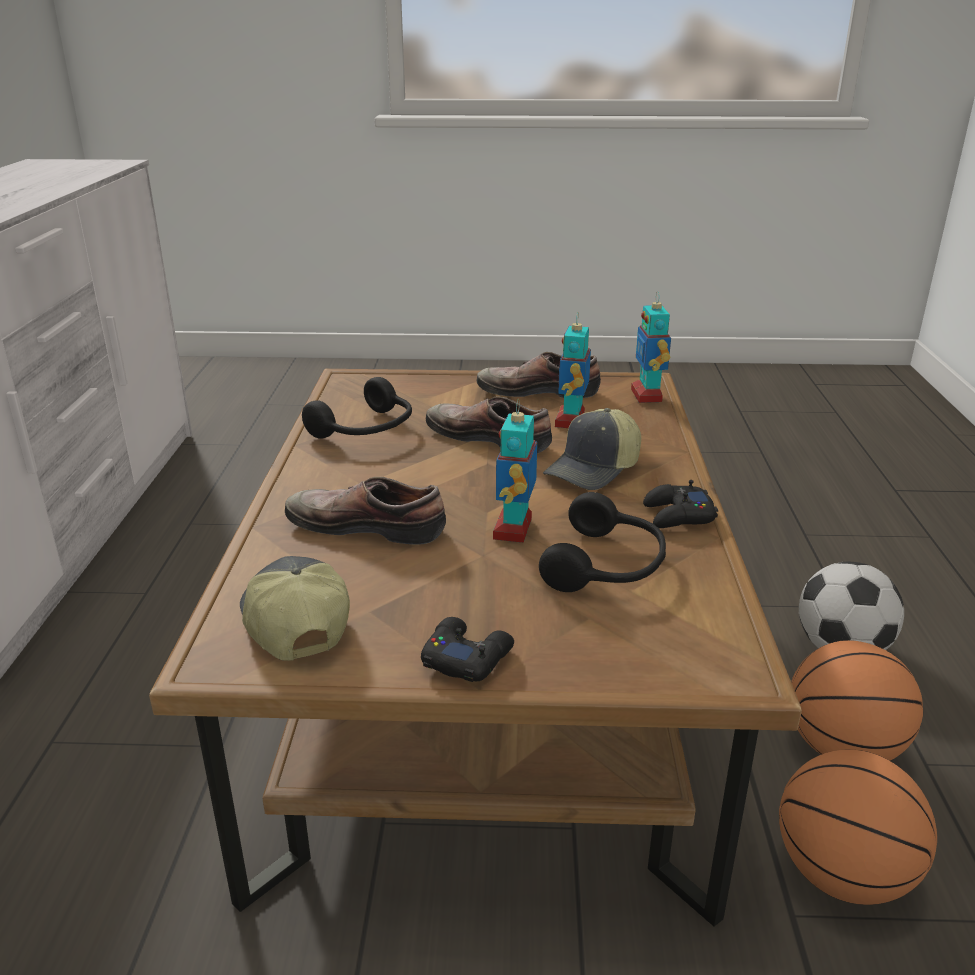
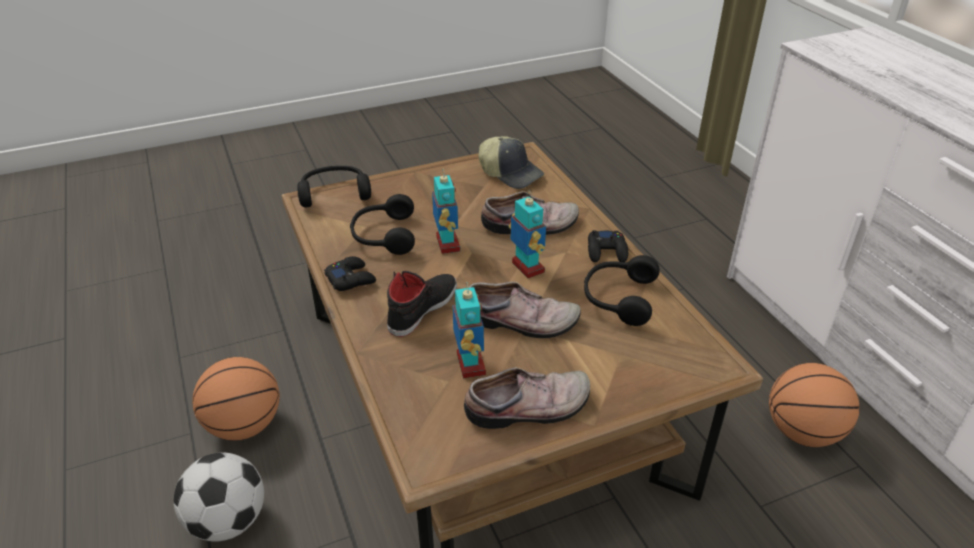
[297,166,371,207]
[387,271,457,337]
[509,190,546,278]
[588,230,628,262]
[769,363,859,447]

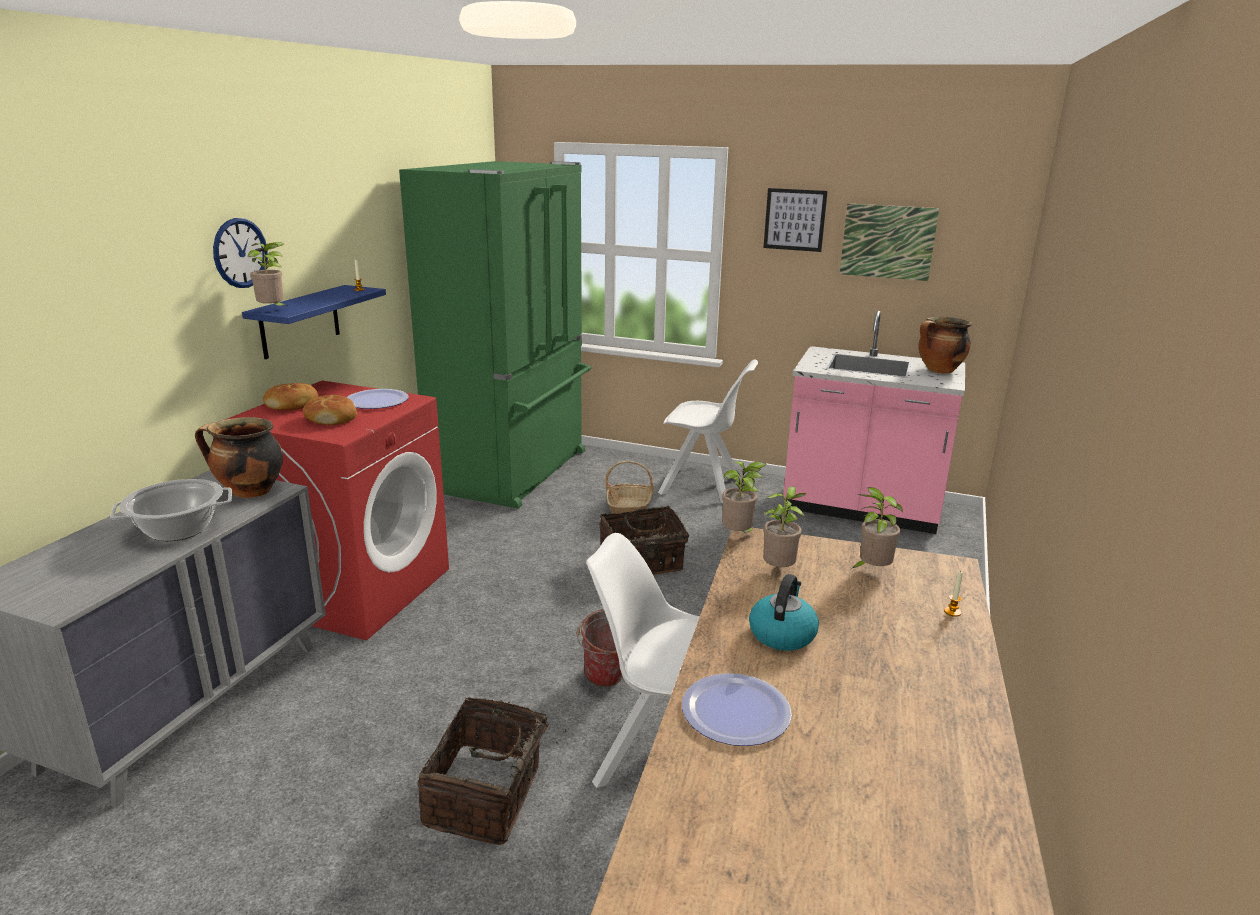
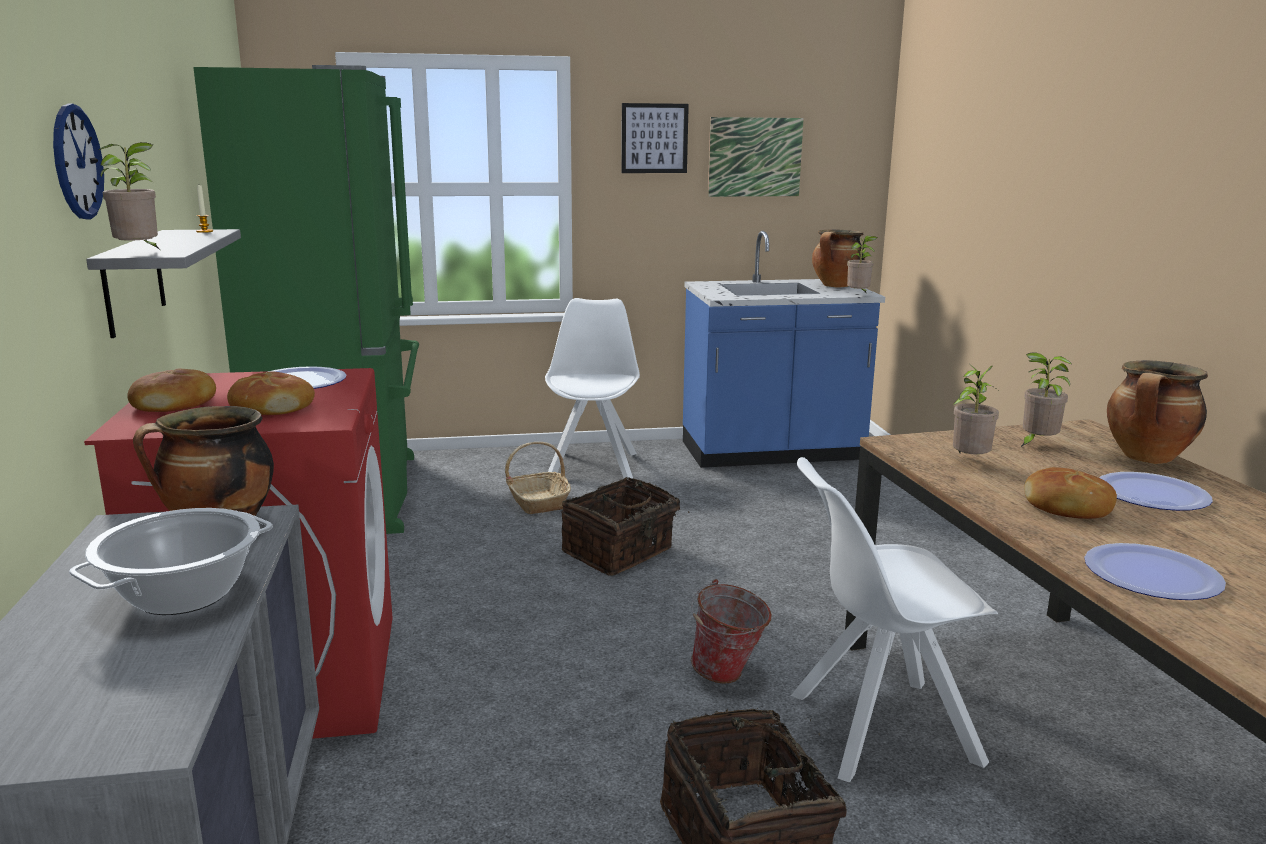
[86,229,241,338]
[545,298,640,479]
[683,231,885,468]
[847,235,878,292]
[1024,467,1117,519]
[1099,472,1213,511]
[1107,360,1208,464]

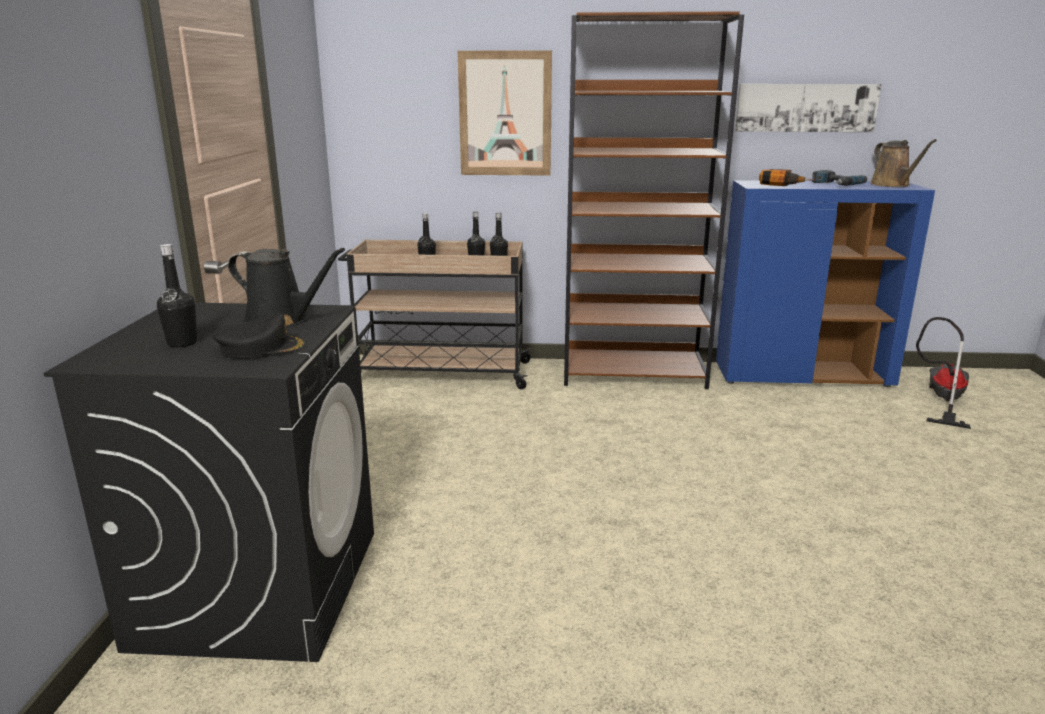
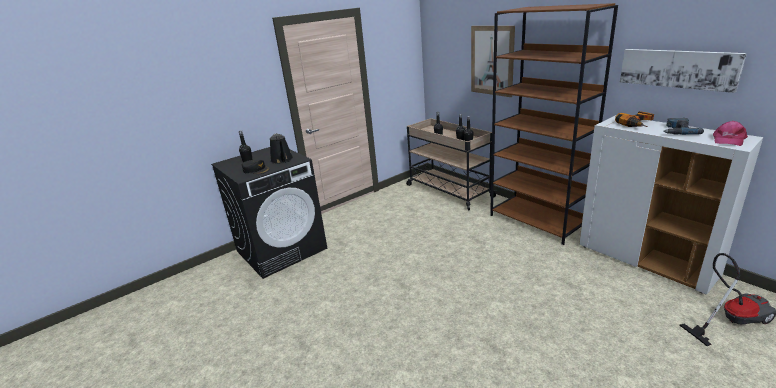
[579,115,763,295]
[713,121,748,146]

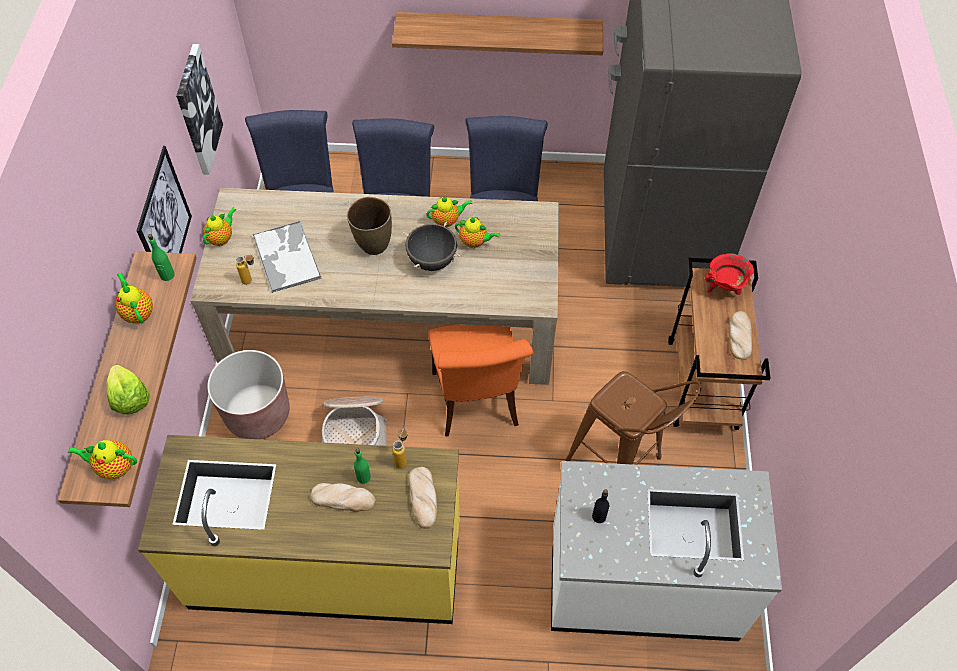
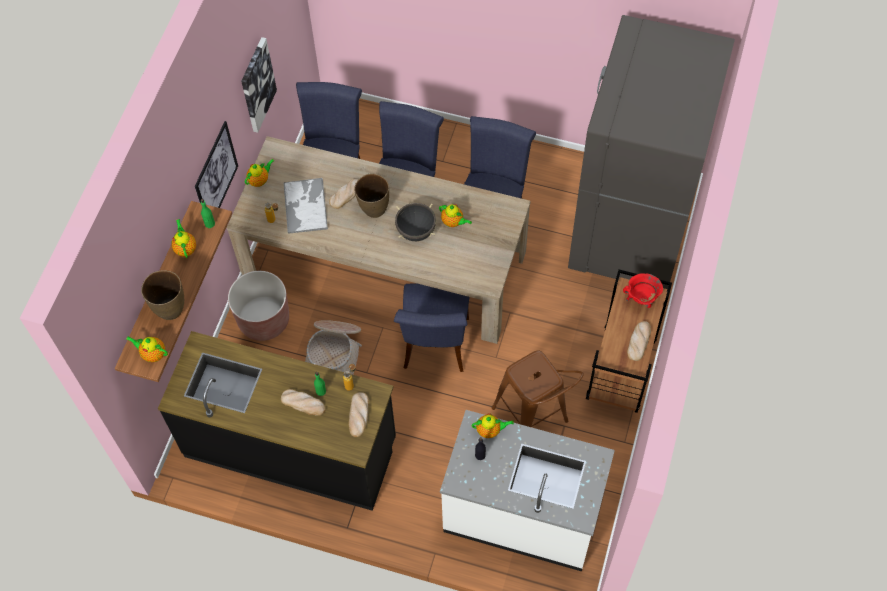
[141,270,184,320]
[158,331,396,511]
[329,179,359,209]
[394,283,470,372]
[472,413,514,438]
[392,12,603,55] (first image)

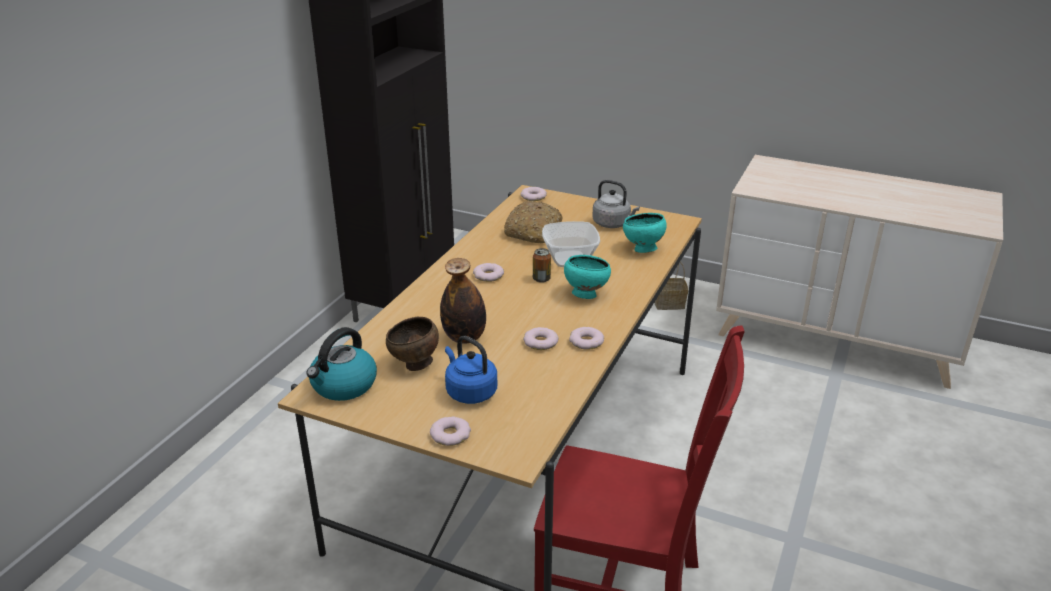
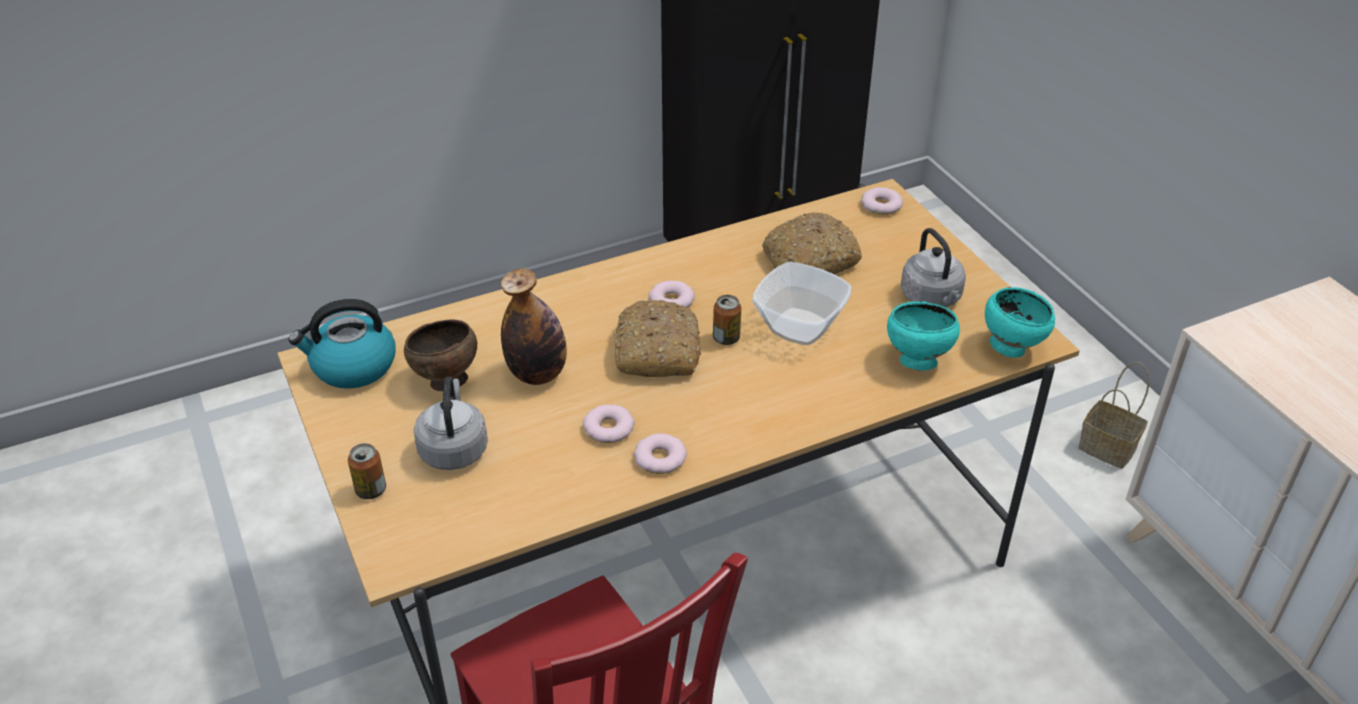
[348,443,386,499]
[414,377,488,470]
[614,300,701,377]
[985,287,1055,358]

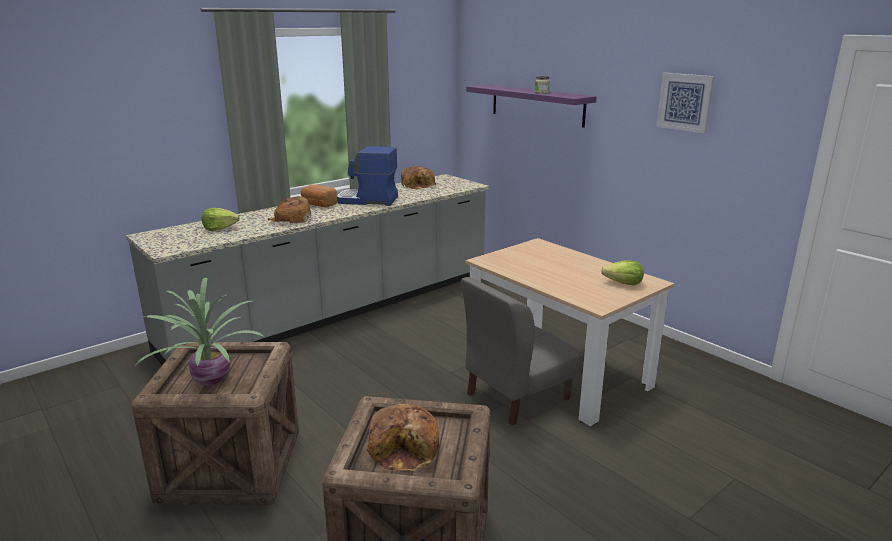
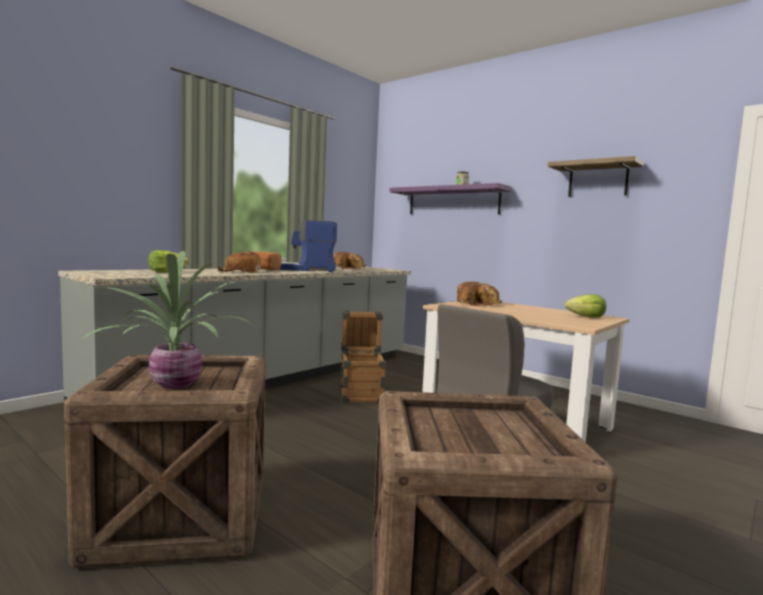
[340,311,386,403]
[457,282,502,306]
[548,156,644,196]

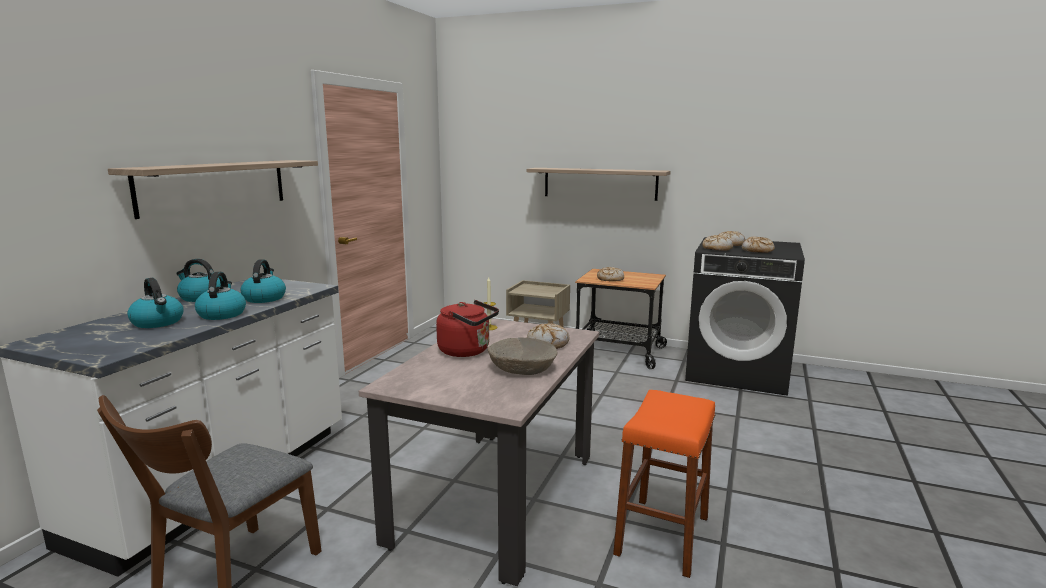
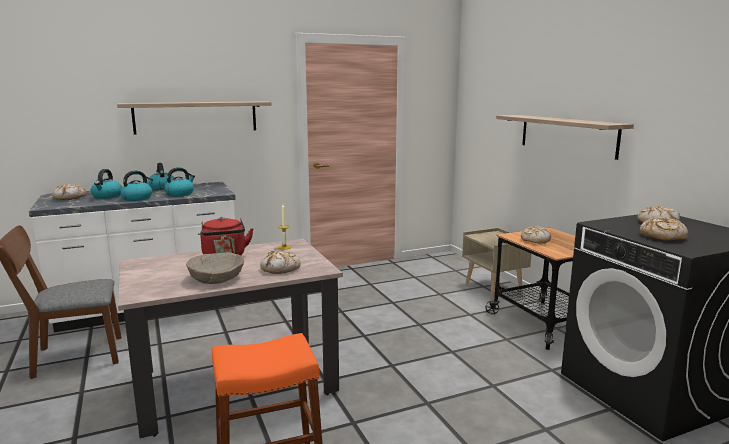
[53,184,87,200]

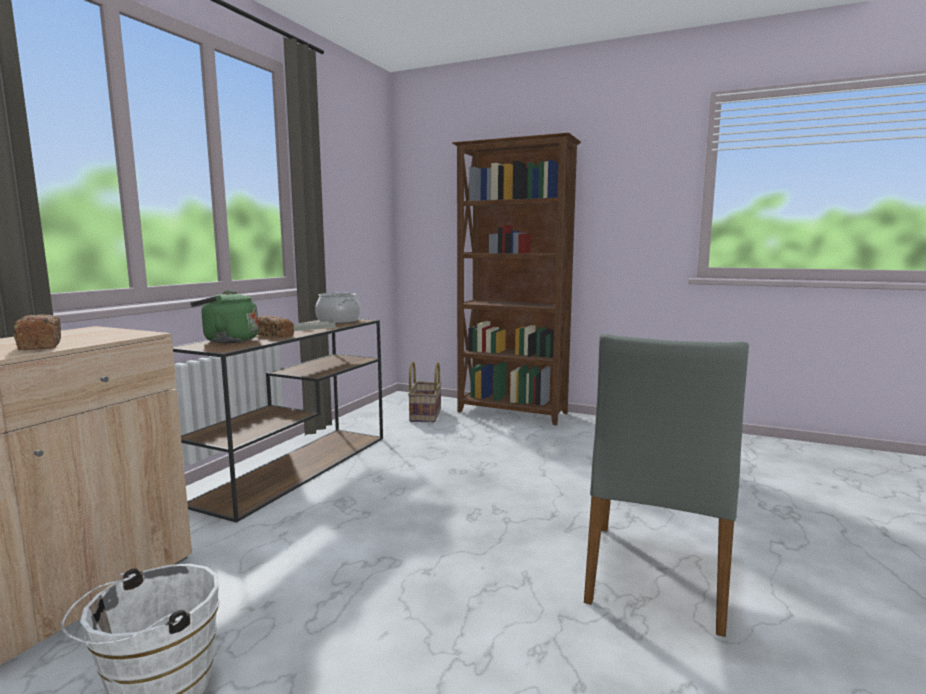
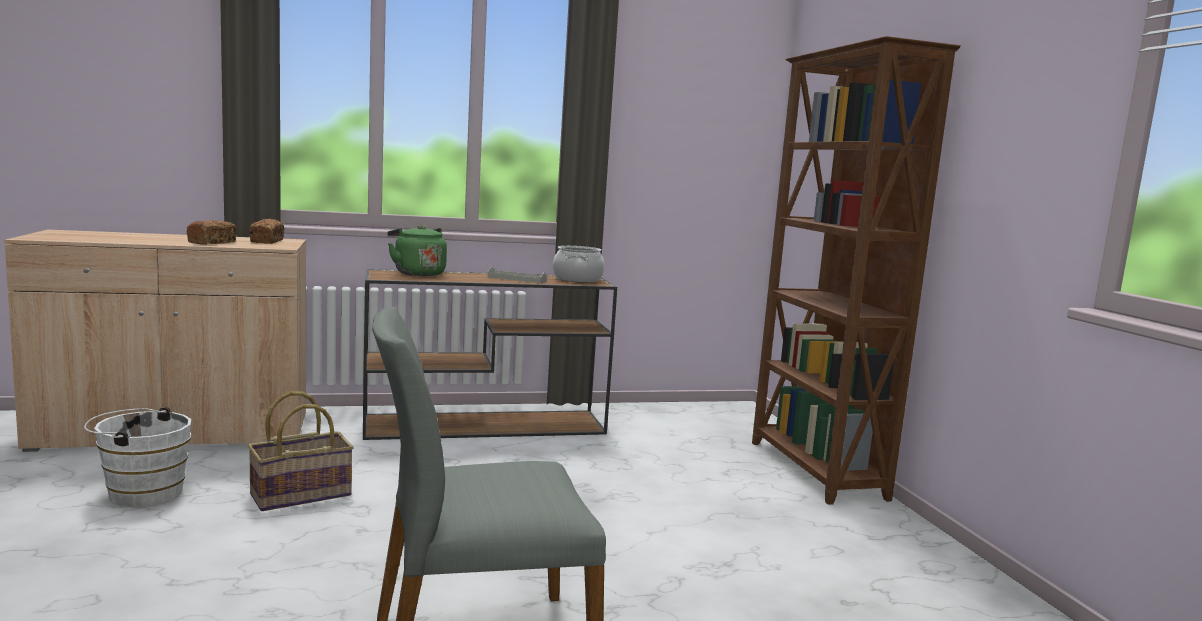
[248,391,354,511]
[249,219,284,244]

